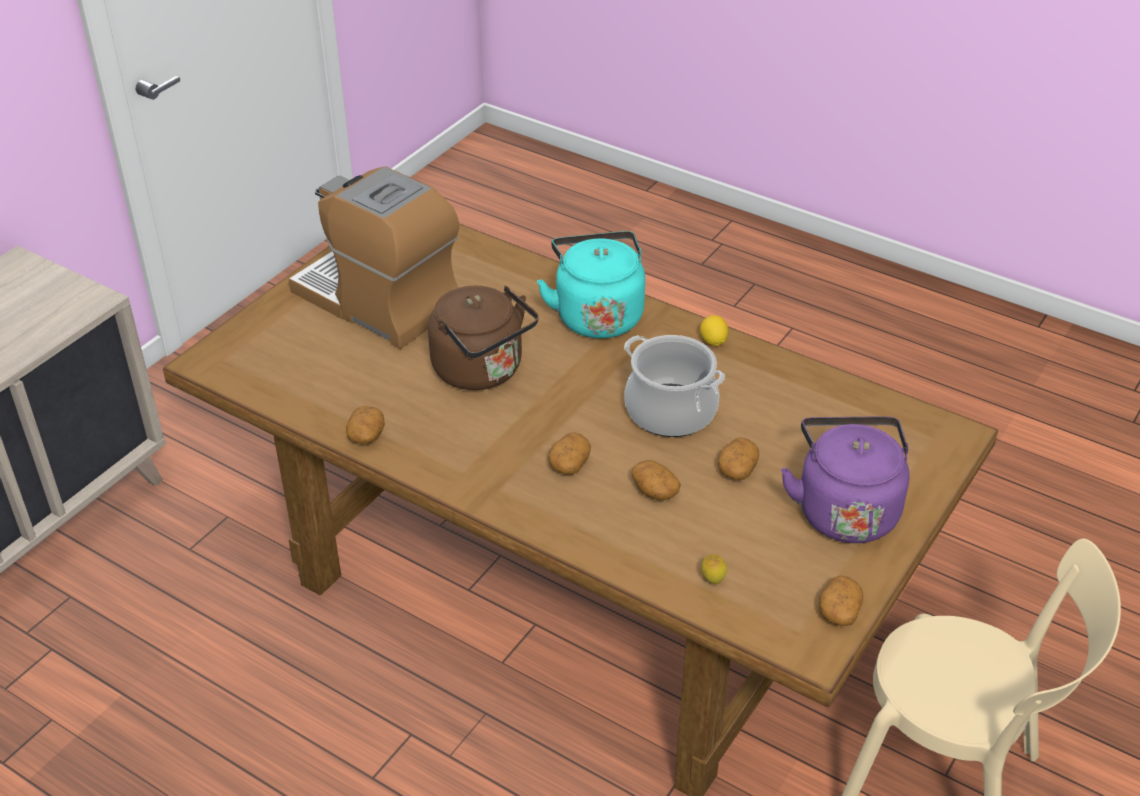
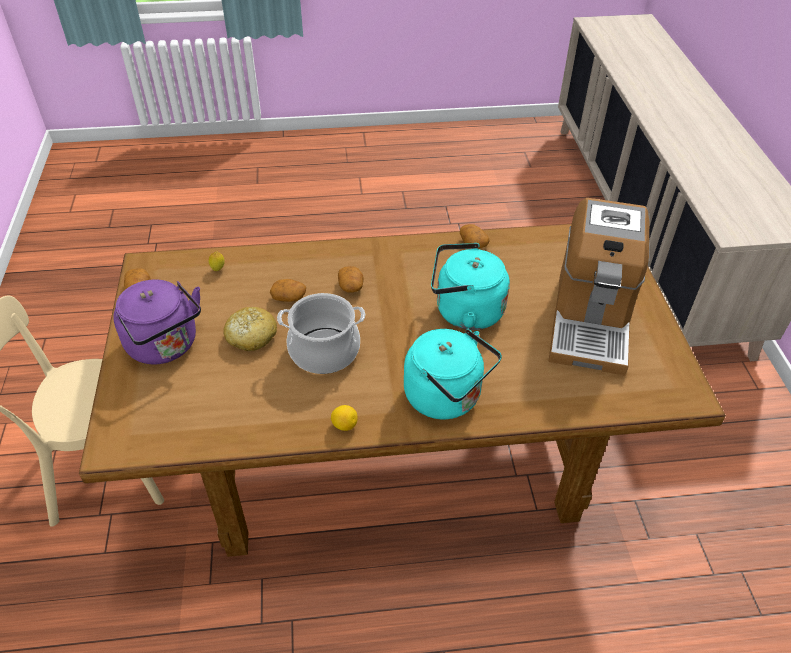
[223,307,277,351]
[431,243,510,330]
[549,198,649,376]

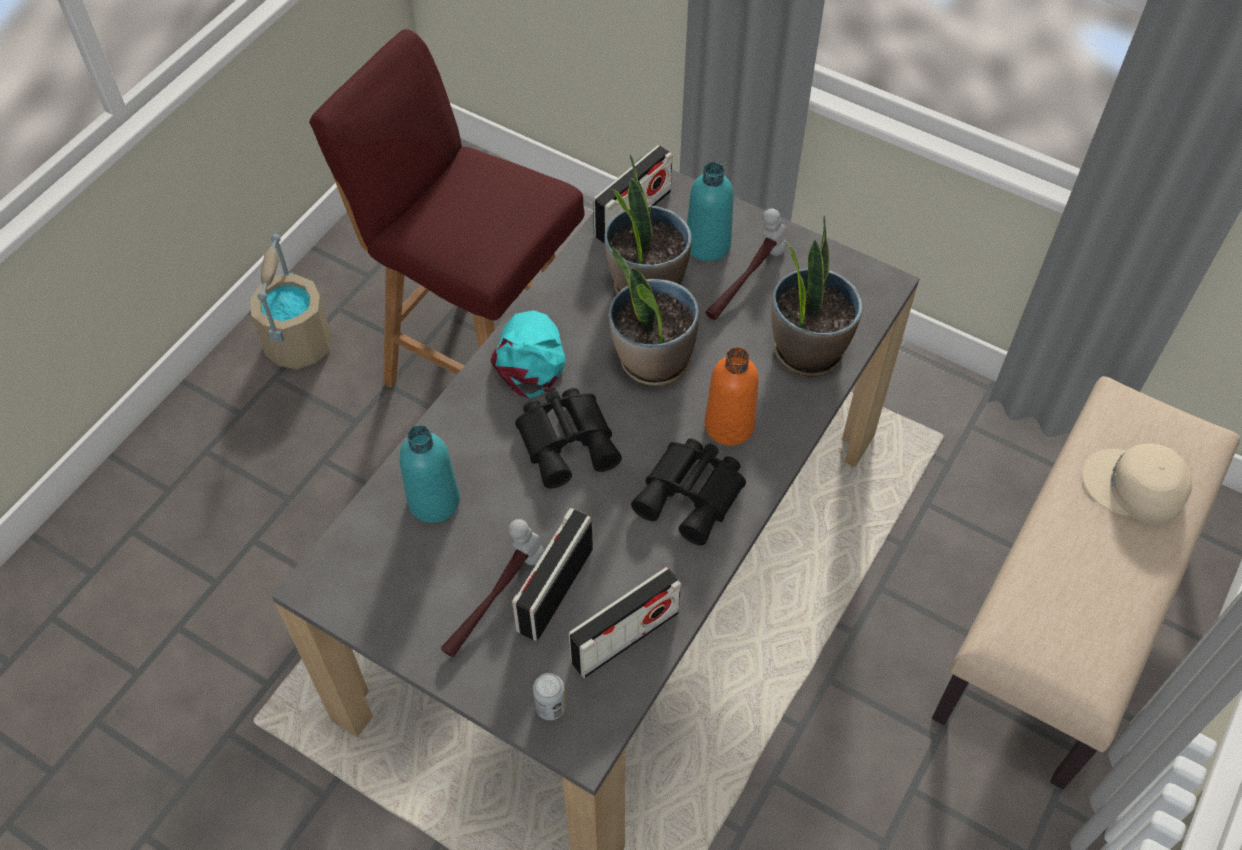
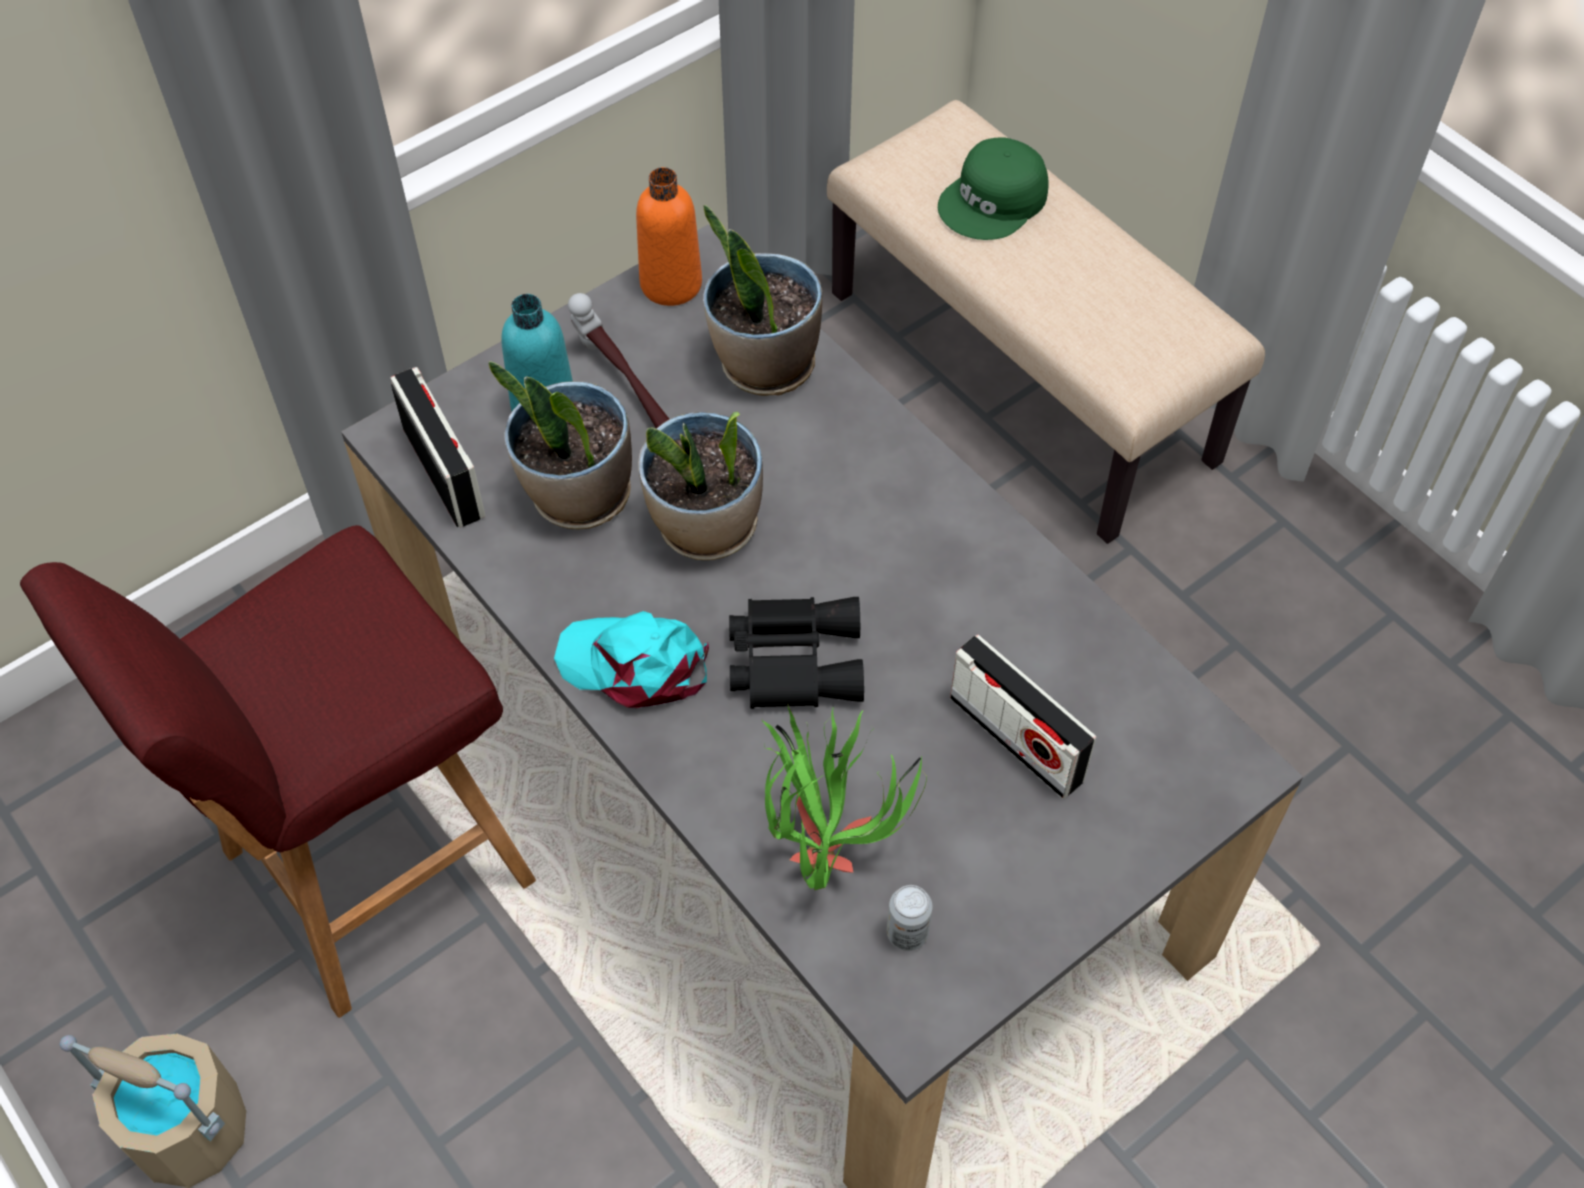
[636,167,702,306]
[761,705,927,890]
[887,885,933,951]
[938,137,1049,240]
[441,519,544,657] (first image)
[569,567,681,678] (first image)
[631,438,746,545] (first image)

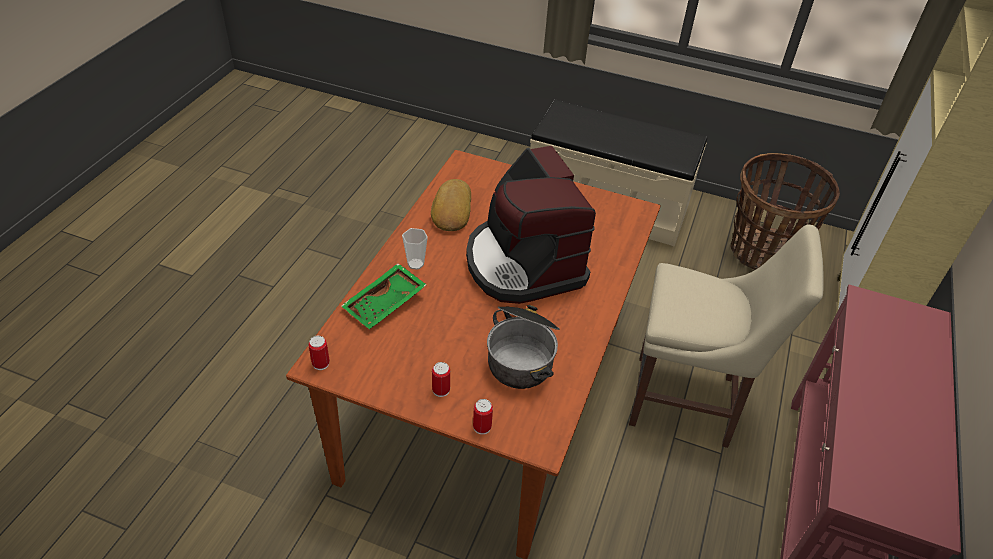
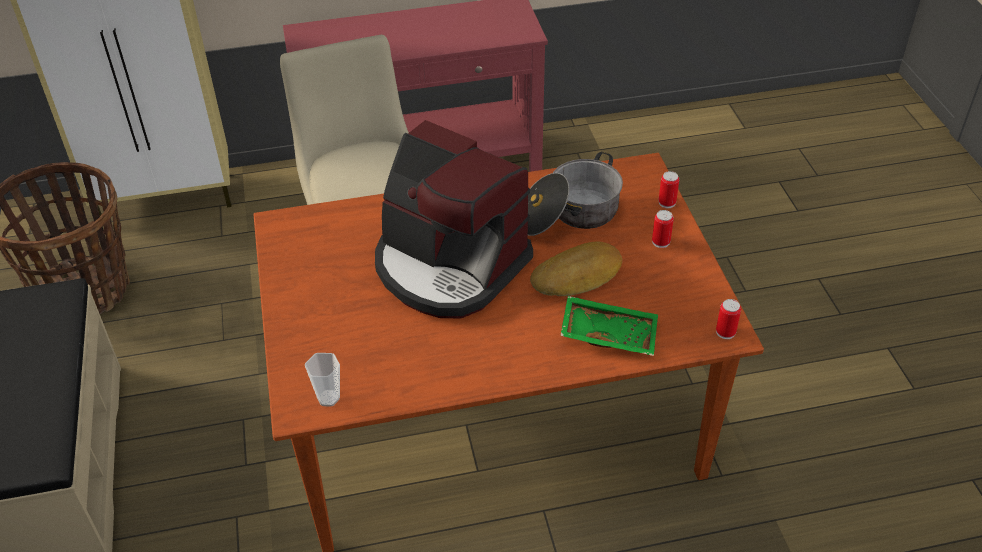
[305,353,340,407]
[375,120,533,318]
[530,241,622,296]

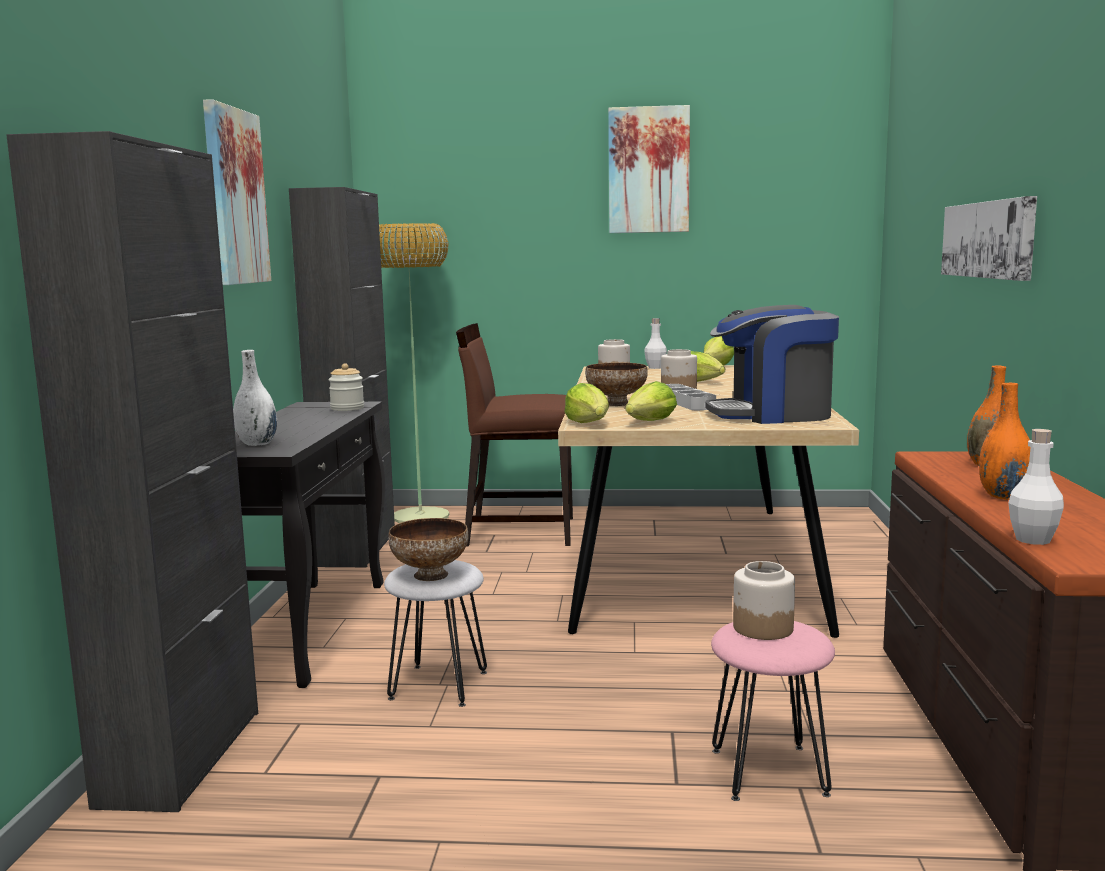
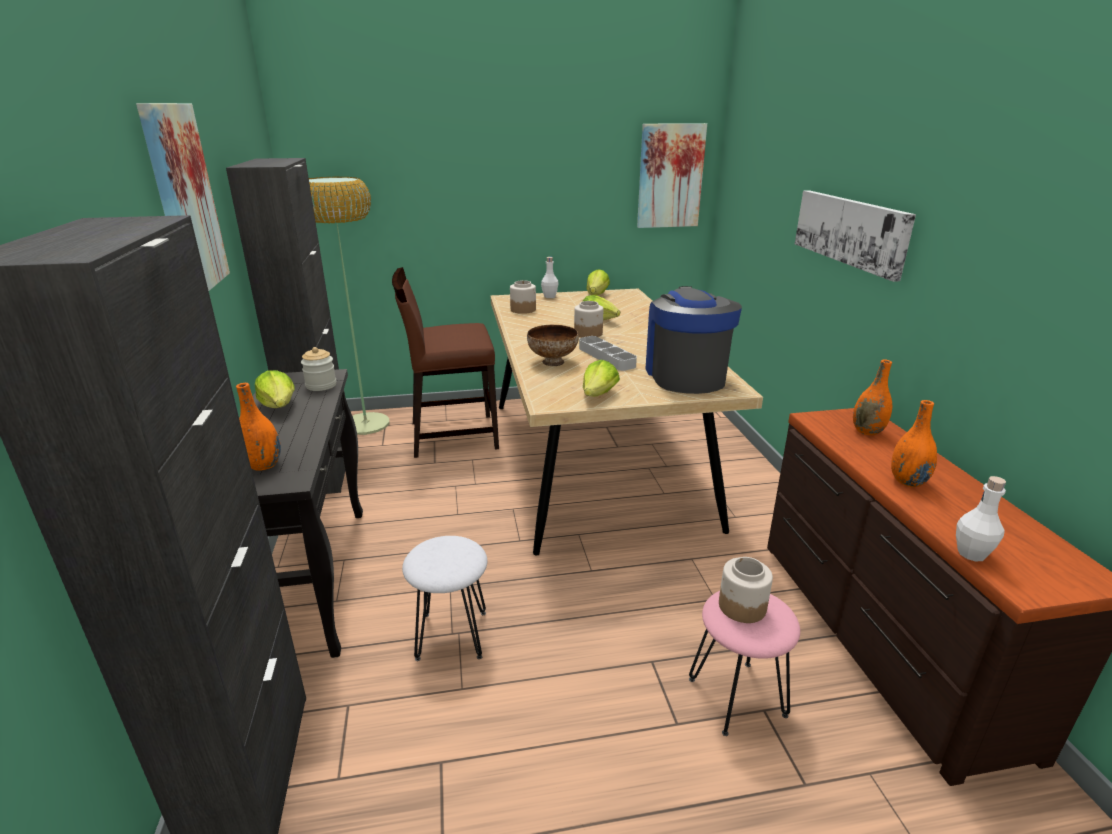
[236,383,281,471]
[255,370,294,408]
[637,123,707,228]
[646,286,742,394]
[388,518,468,581] (first image)

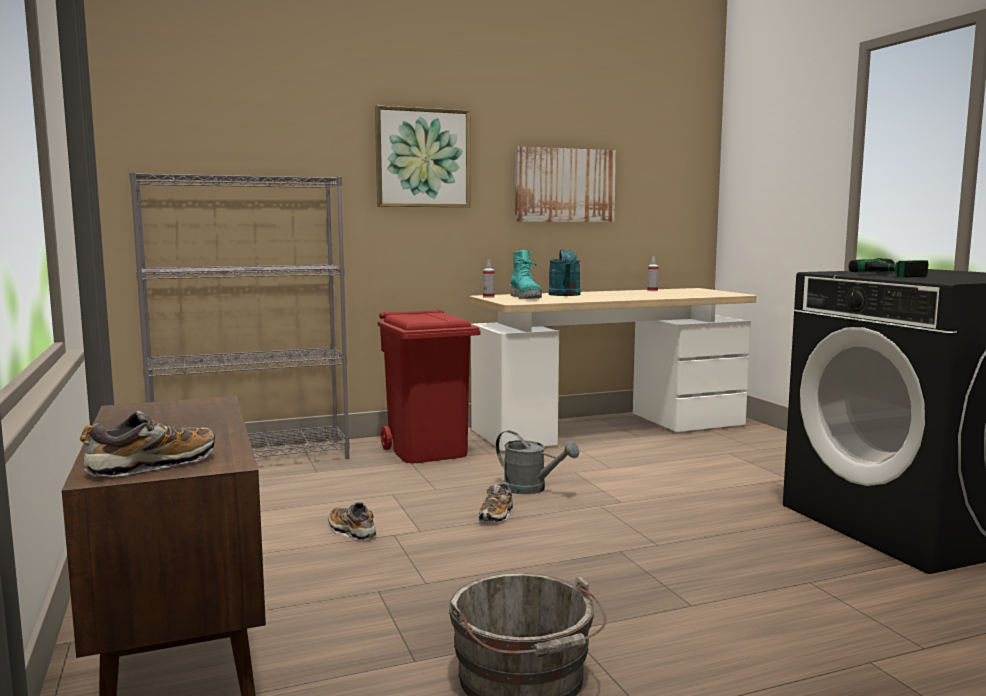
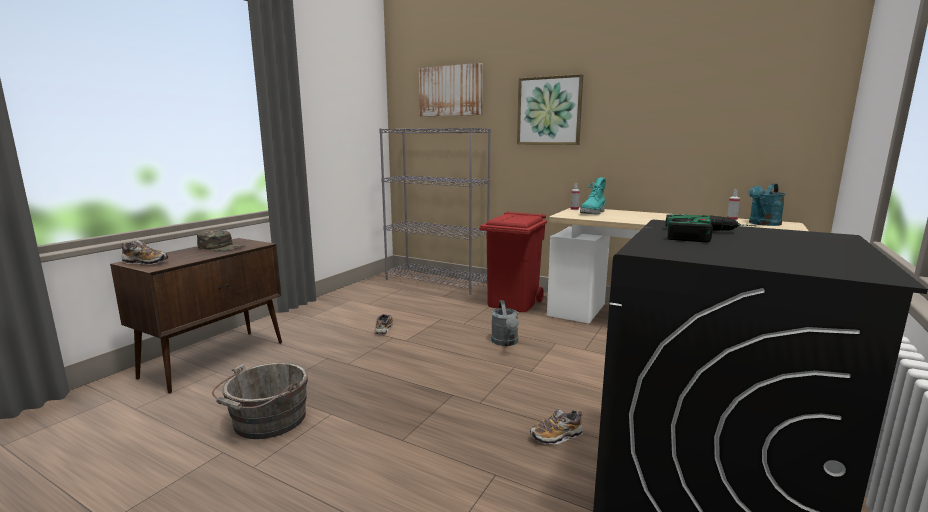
[197,230,243,251]
[419,63,483,116]
[530,409,583,444]
[748,183,786,226]

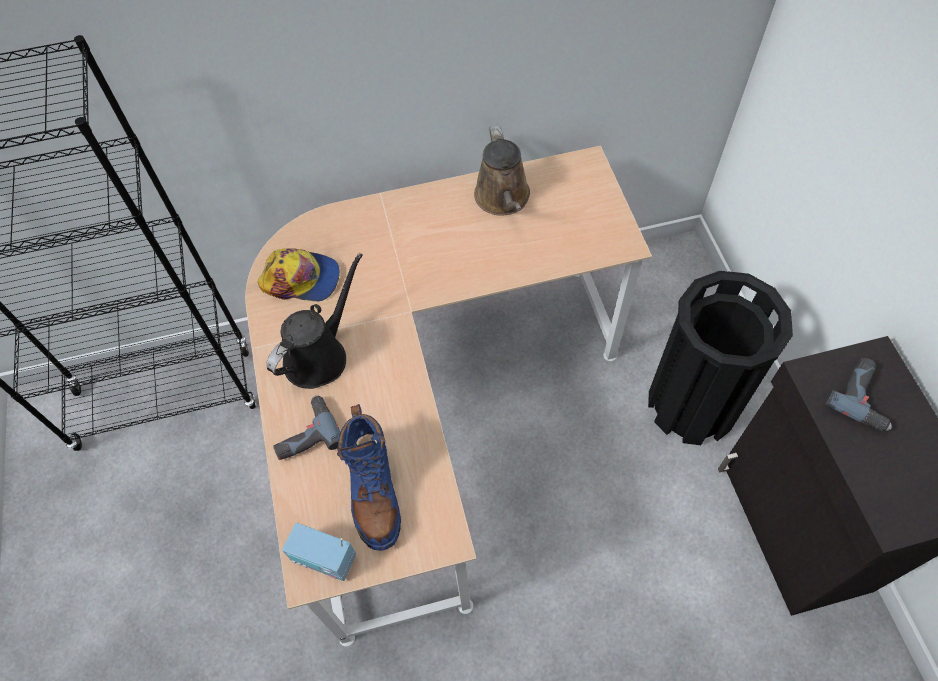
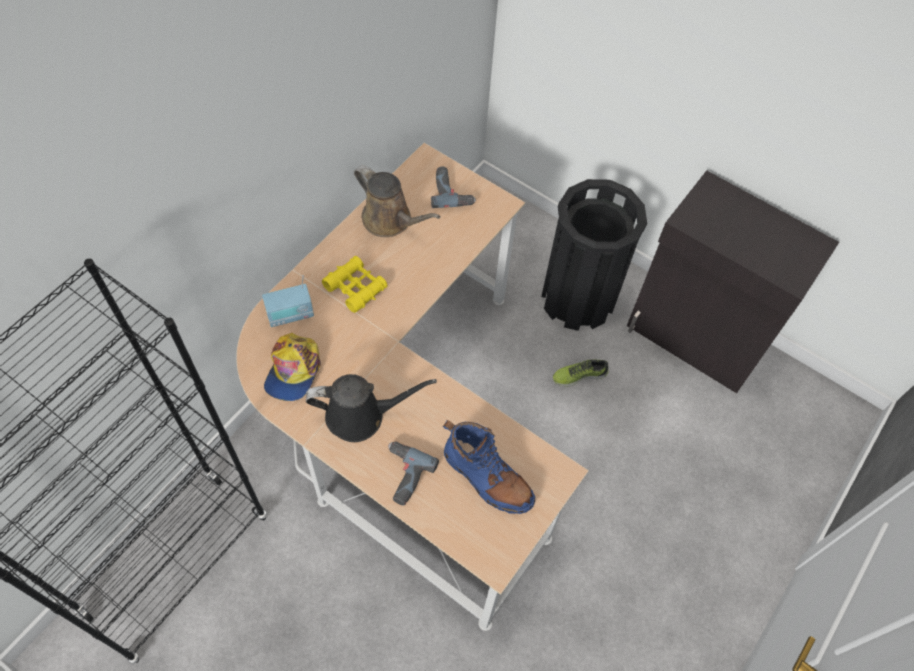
[262,275,314,327]
[264,333,321,401]
[306,374,437,442]
[322,256,388,313]
[431,166,476,208]
[553,360,609,387]

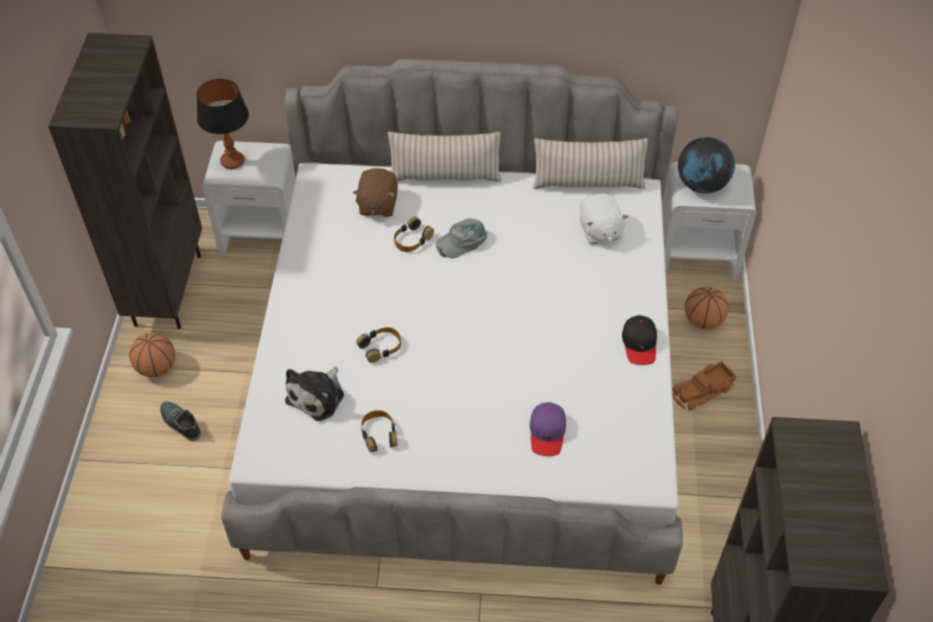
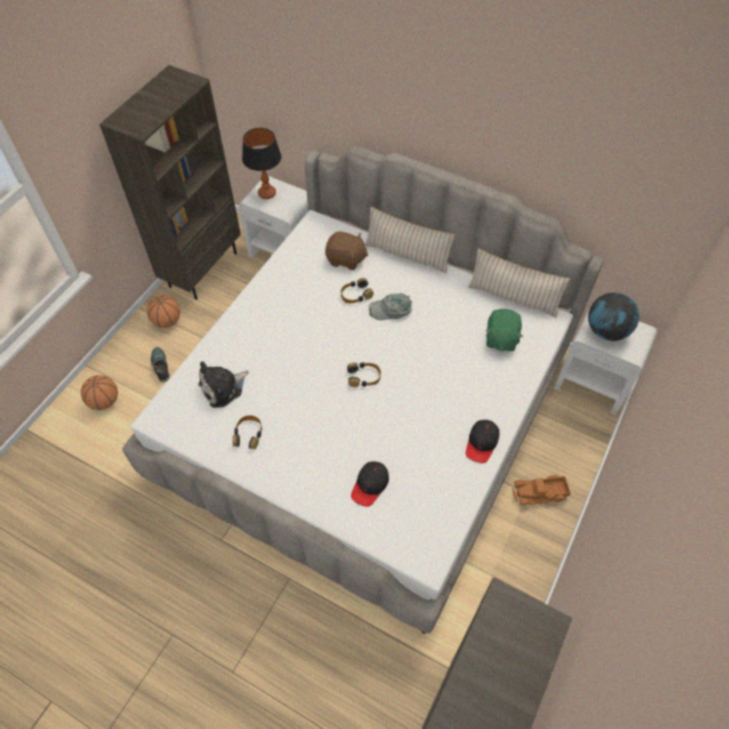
[81,375,118,410]
[325,231,368,270]
[347,362,381,387]
[351,461,389,507]
[486,309,523,351]

